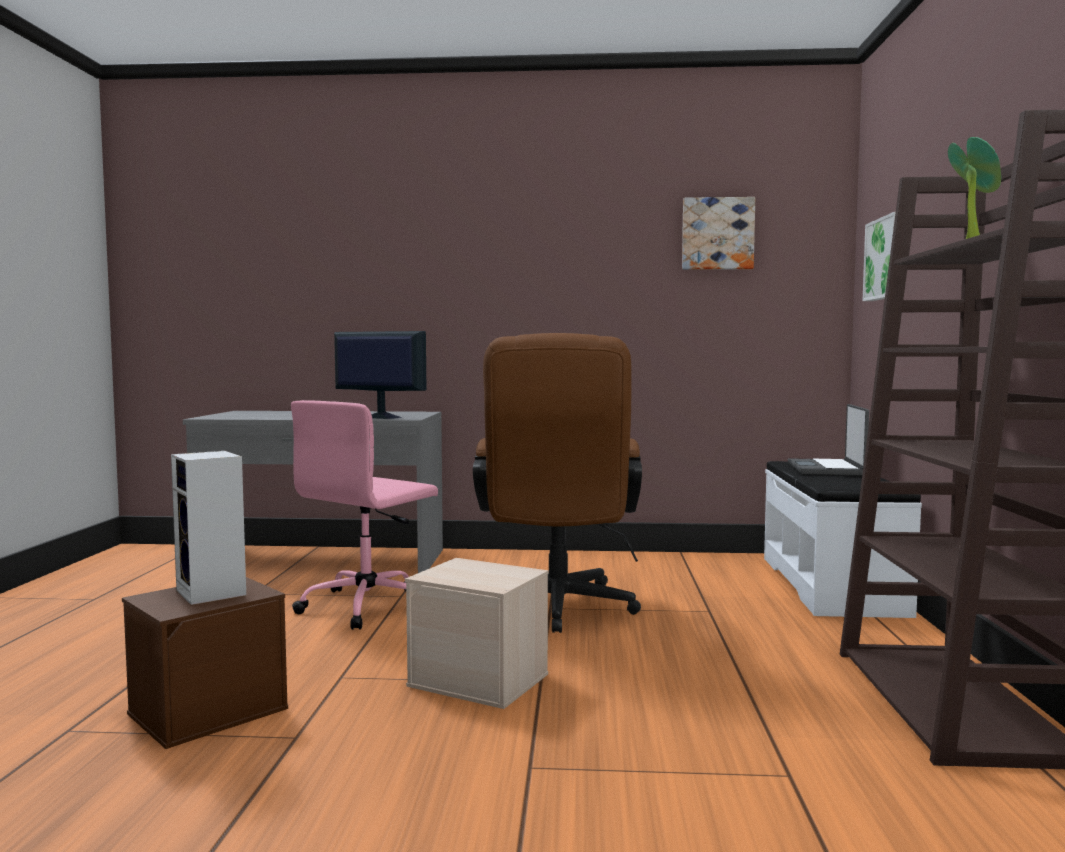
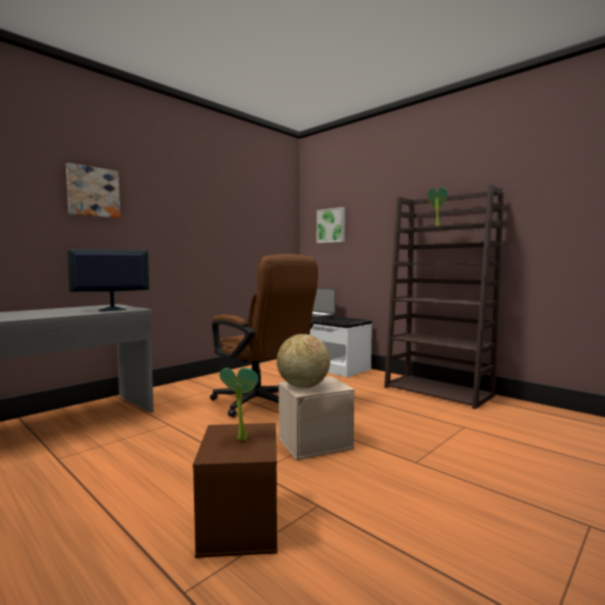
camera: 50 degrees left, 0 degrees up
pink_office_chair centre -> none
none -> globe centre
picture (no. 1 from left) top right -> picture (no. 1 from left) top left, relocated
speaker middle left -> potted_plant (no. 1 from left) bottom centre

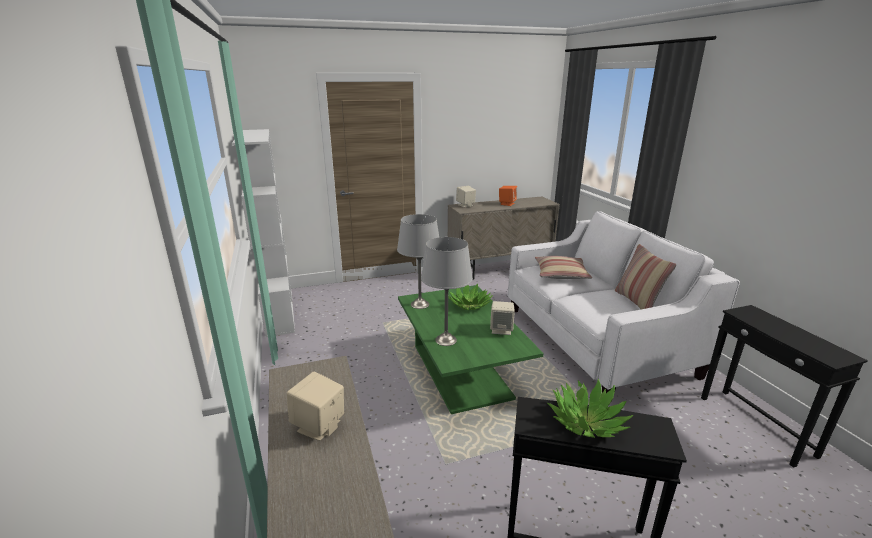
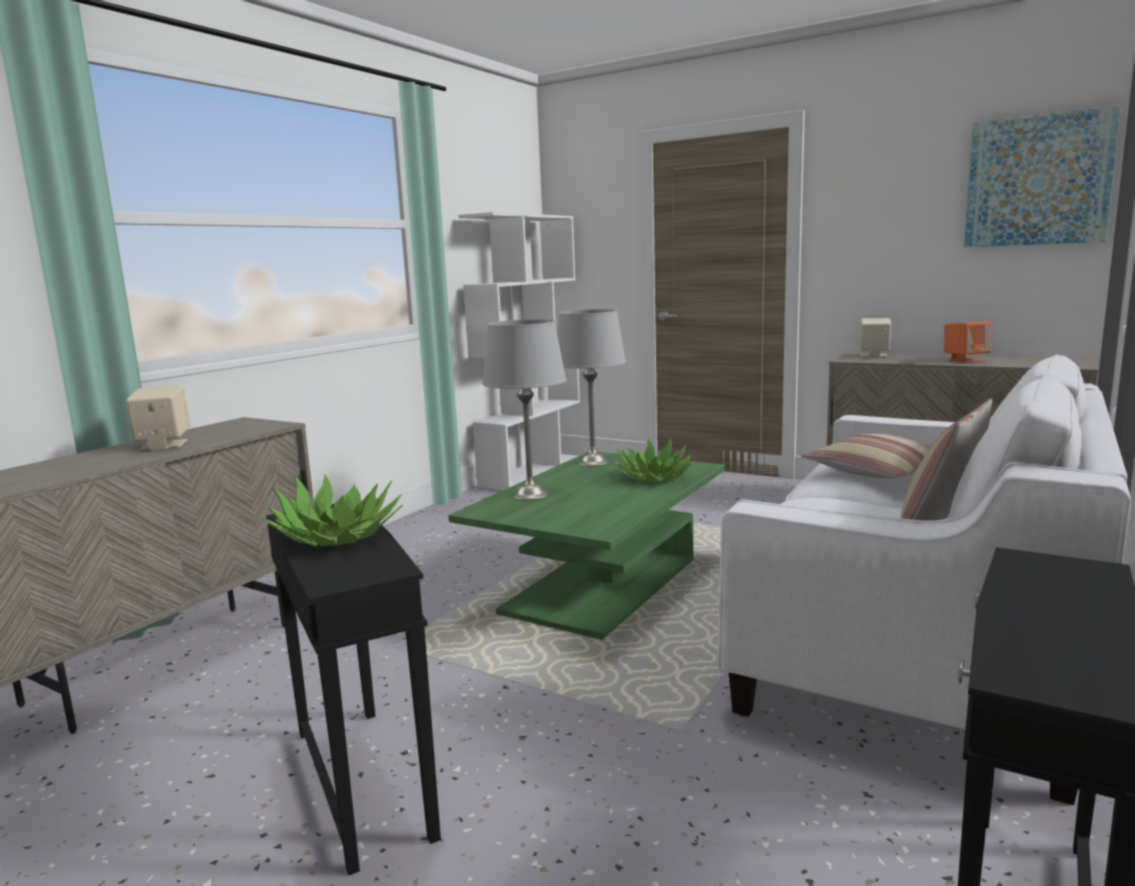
camera: 50 degrees right, 10 degrees down
beige_speaker (no. 3 from left) centre -> none
none -> picture top right

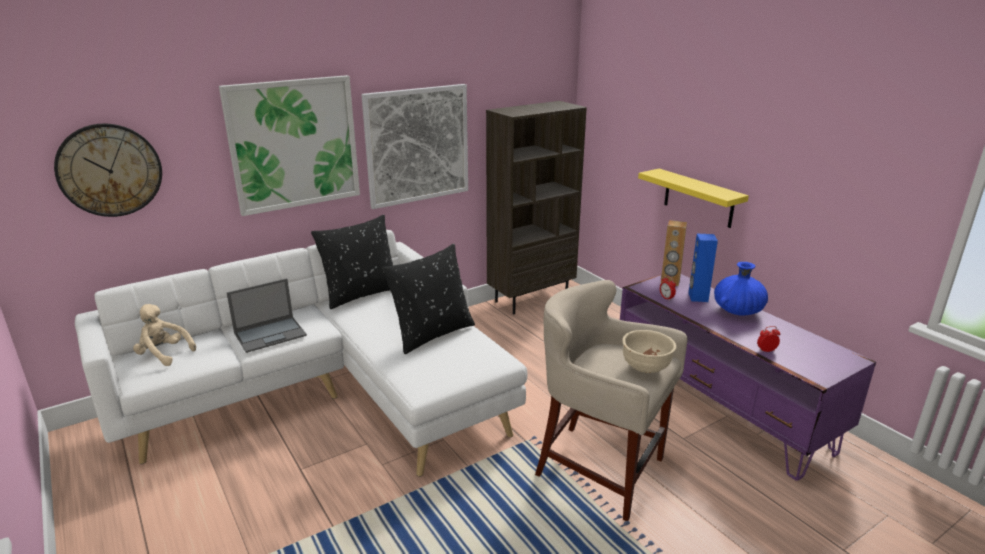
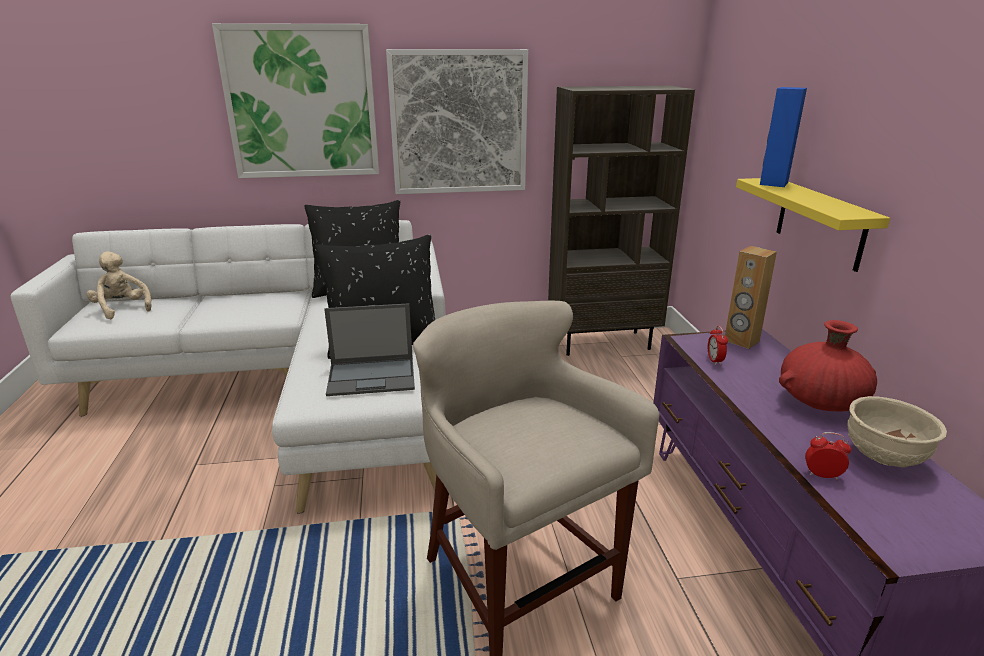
camera: 25 degrees right, 0 degrees up
wall_clock top left -> none
laptop middle left -> laptop centre, relocated
beige_bowl centre -> beige_bowl middle right, relocated
blue_speaker middle right -> blue_speaker top right, relocated
blue_vase middle right -> red_vase middle right

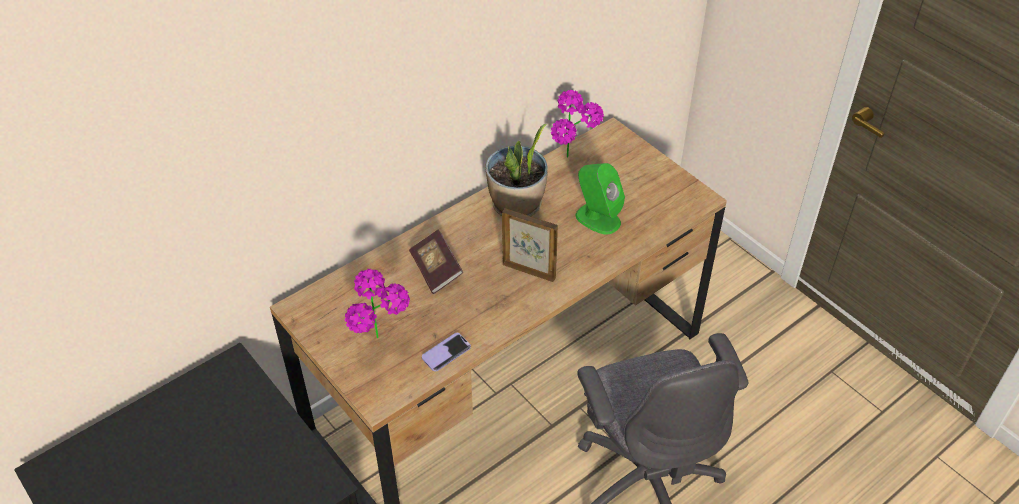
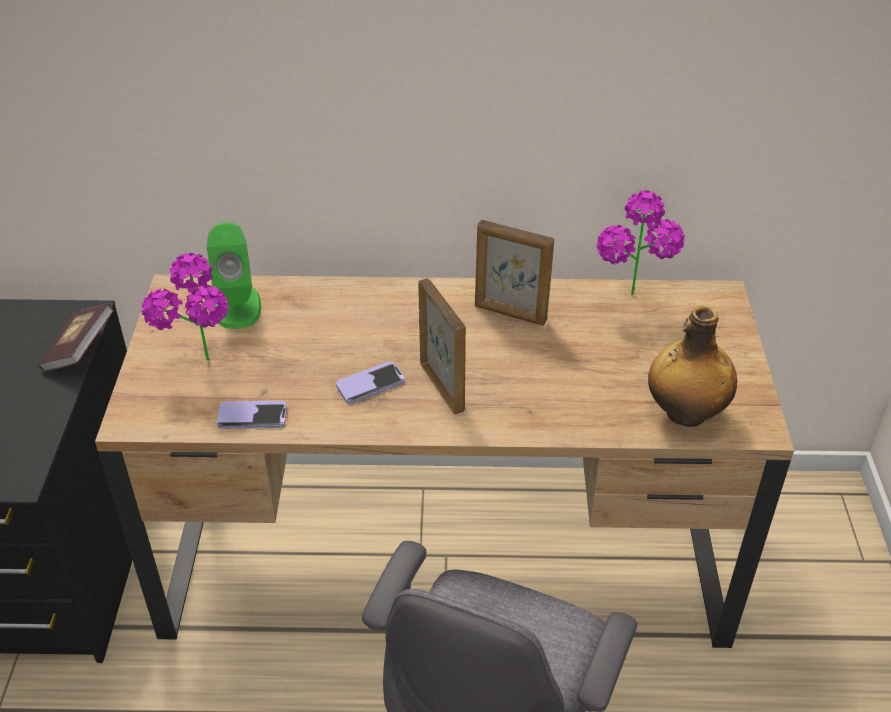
camera: 40 degrees right, 5 degrees down
none -> phone (no. 2 from left) centre
none -> bottle middle right
book centre -> book middle left, relocated
green_speaker centre -> green_speaker middle left, relocated
potted_plant (no. 2 from left) centre -> picture_frame (no. 2 from left) centre

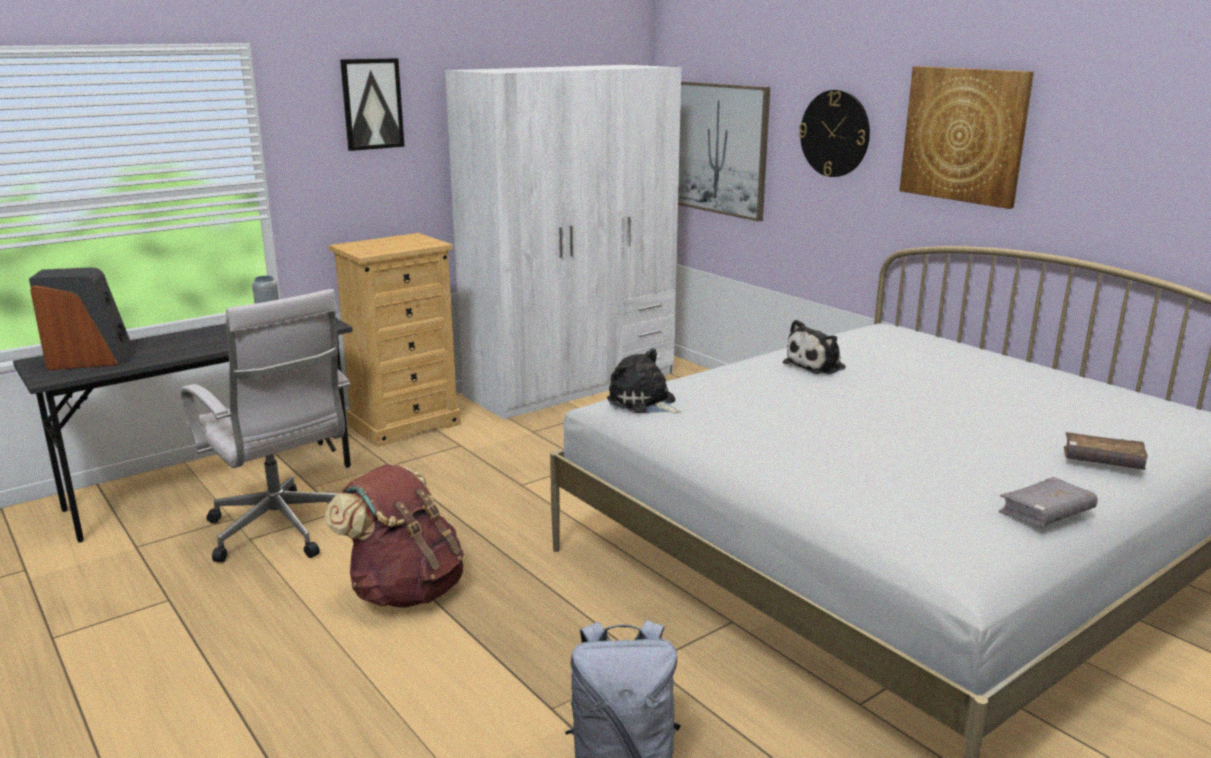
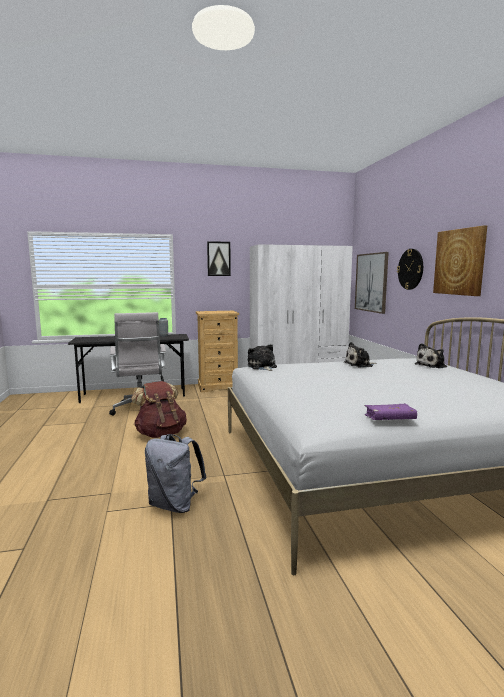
camera: 25 degrees right, 10 degrees down
speaker middle left -> none
brown_book middle right -> none
none -> plush_toy (no. 3 from left) middle right
grey_book middle right -> purple_book middle right

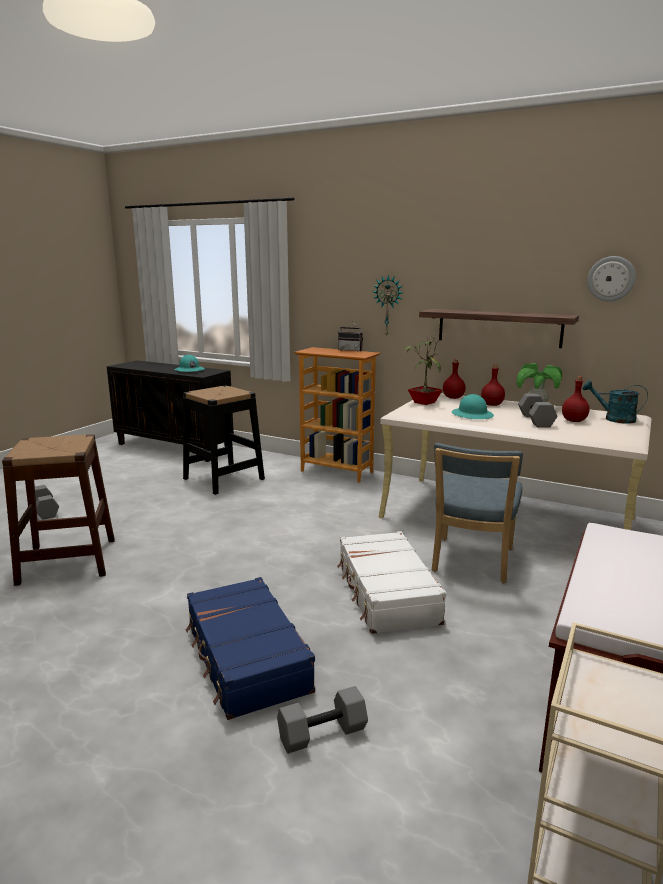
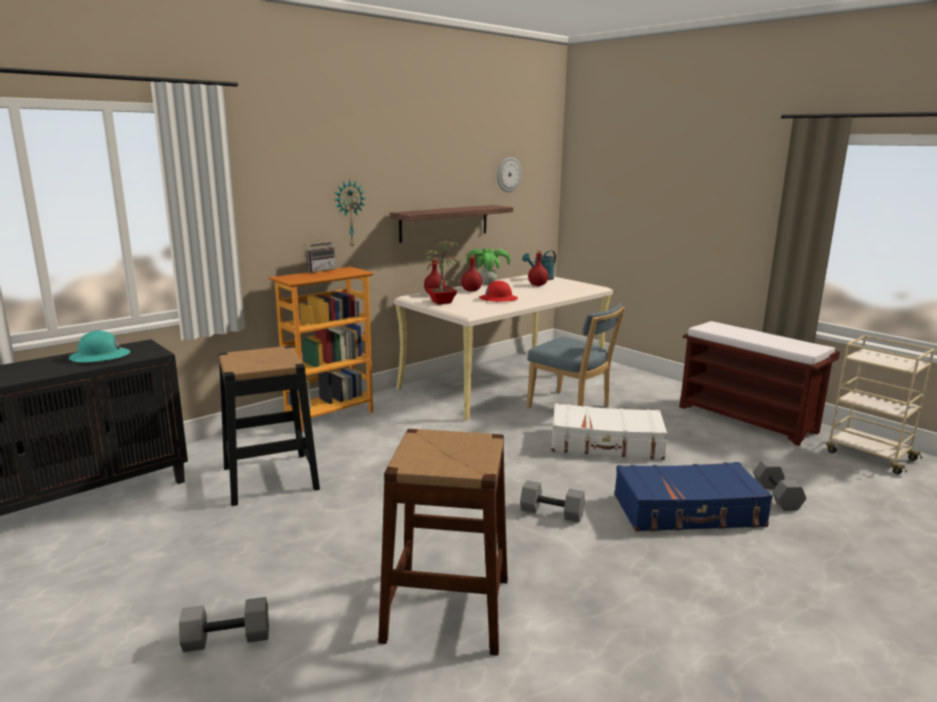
camera: 70 degrees left, 0 degrees up
grey_dumbbell (no. 3 from left in the first image) middle right -> grey_dumbbell (no. 2 from left) bottom centre, relocated
turquoise_hard_hat (no. 2 from left) middle right -> red_hard_hat centre

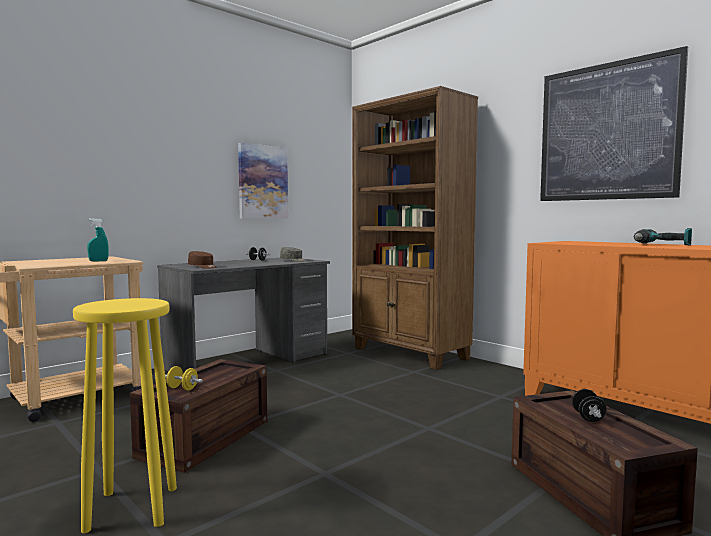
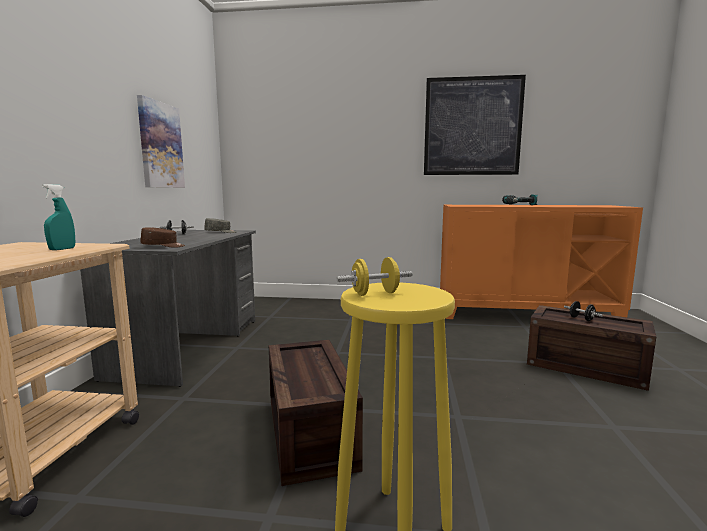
camera: 40 degrees left, 5 degrees up
brown_bookcase centre -> none
yellow_dumbbell bottom left -> yellow_dumbbell centre, relocated

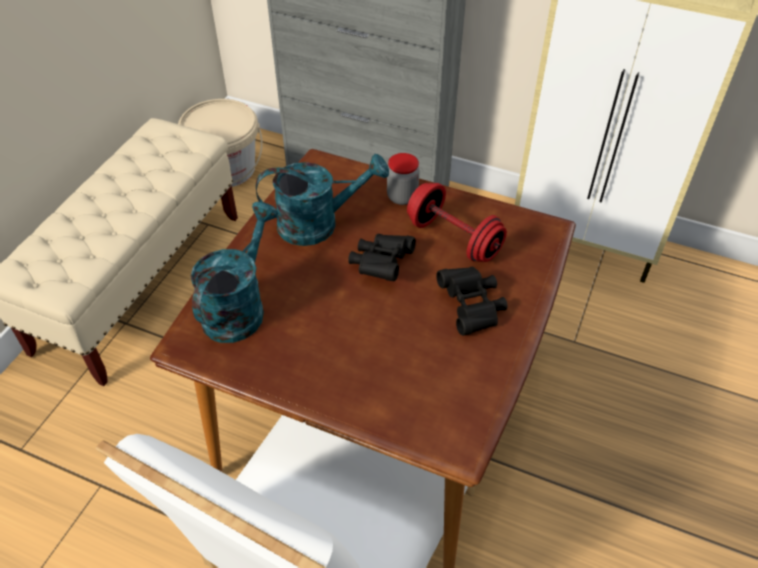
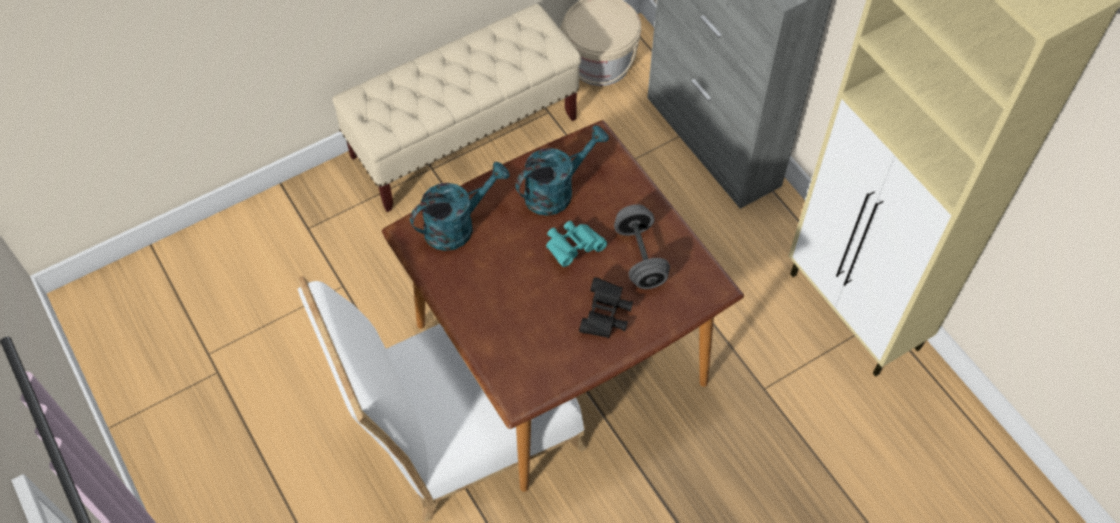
camera: 35 degrees right, 10 degrees up
jar top centre -> none
black_binoculars (no. 1 from left) centre -> turquoise_binoculars centre
red_dumbbell centre -> grey_dumbbell centre
turquoise_watering_can (no. 2 from left) centre -> turquoise_watering_can (no. 2 from left) top centre, 60 degrees counterclockwise

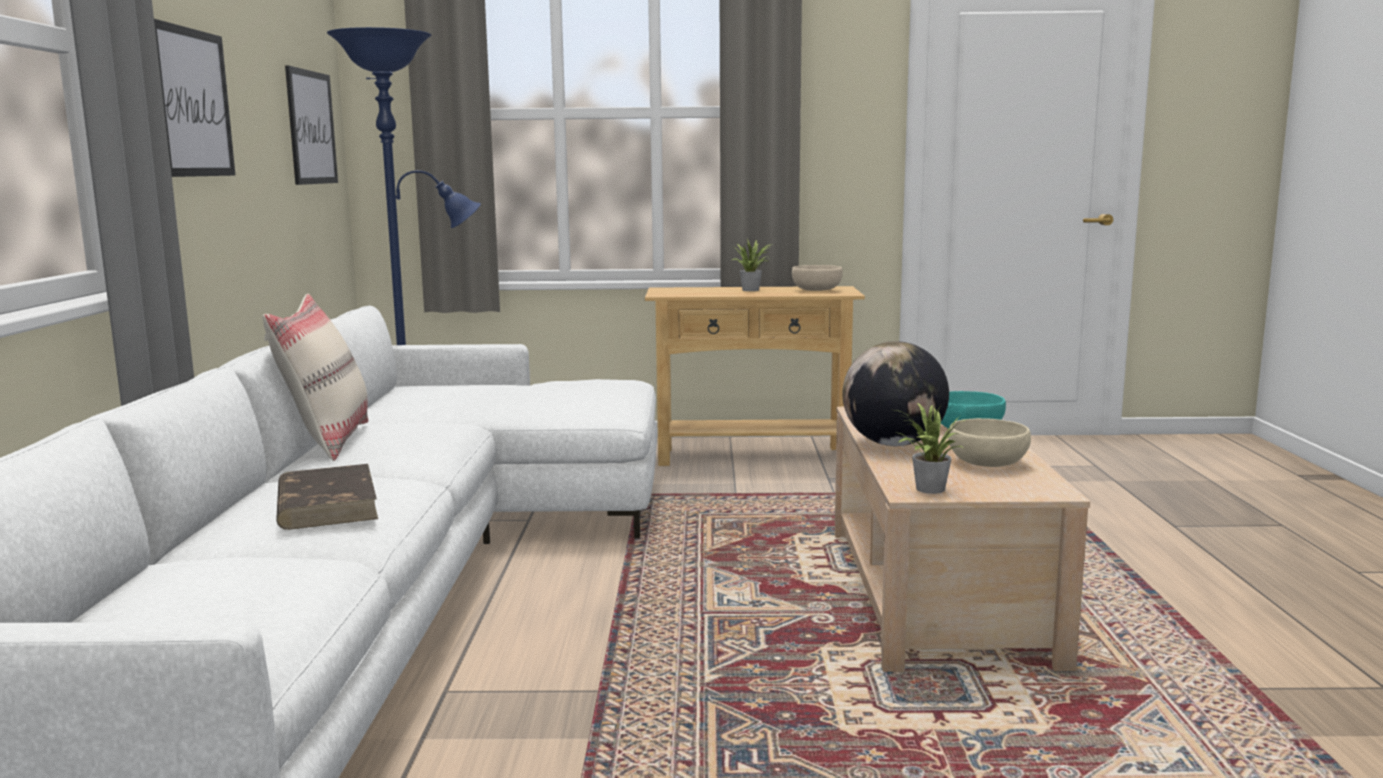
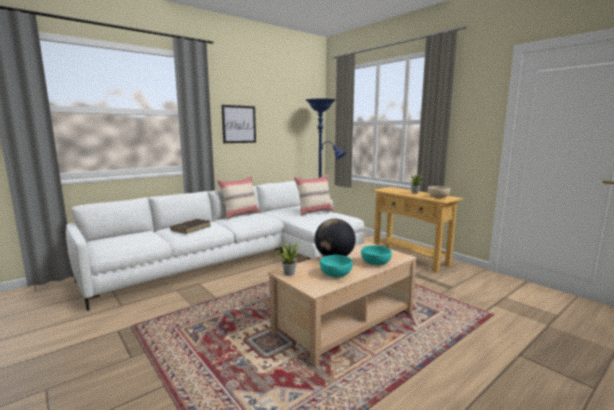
camera: 50 degrees right, 0 degrees up
picture (no. 2 from left) top left -> none
none -> beige_pillow (no. 2 from left) centre
beige_bowl (no. 2 from left) middle right -> turquoise_bowl (no. 1 from left) centre

